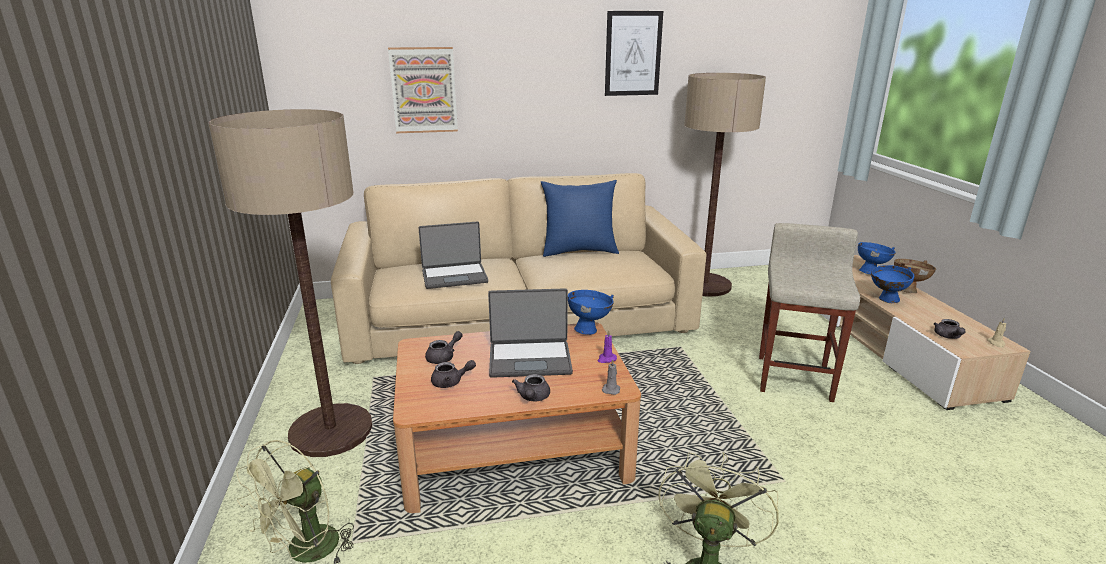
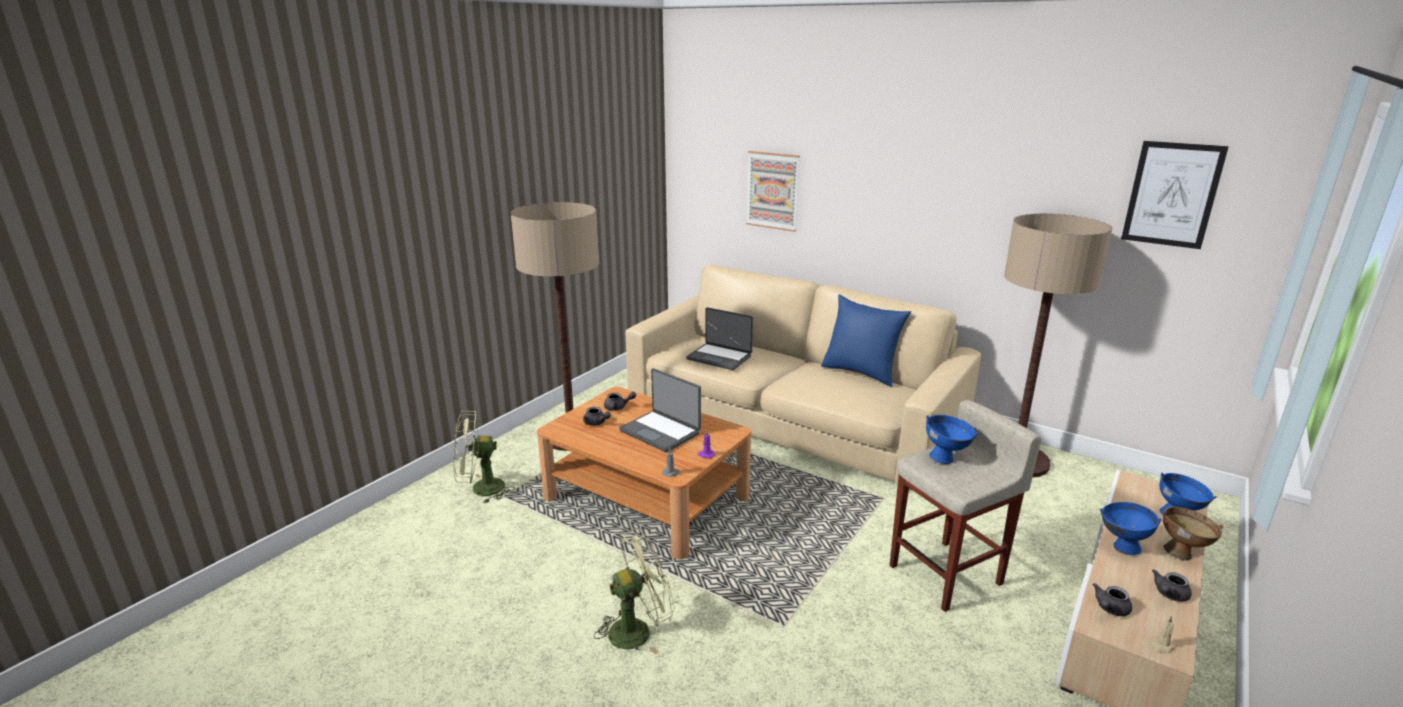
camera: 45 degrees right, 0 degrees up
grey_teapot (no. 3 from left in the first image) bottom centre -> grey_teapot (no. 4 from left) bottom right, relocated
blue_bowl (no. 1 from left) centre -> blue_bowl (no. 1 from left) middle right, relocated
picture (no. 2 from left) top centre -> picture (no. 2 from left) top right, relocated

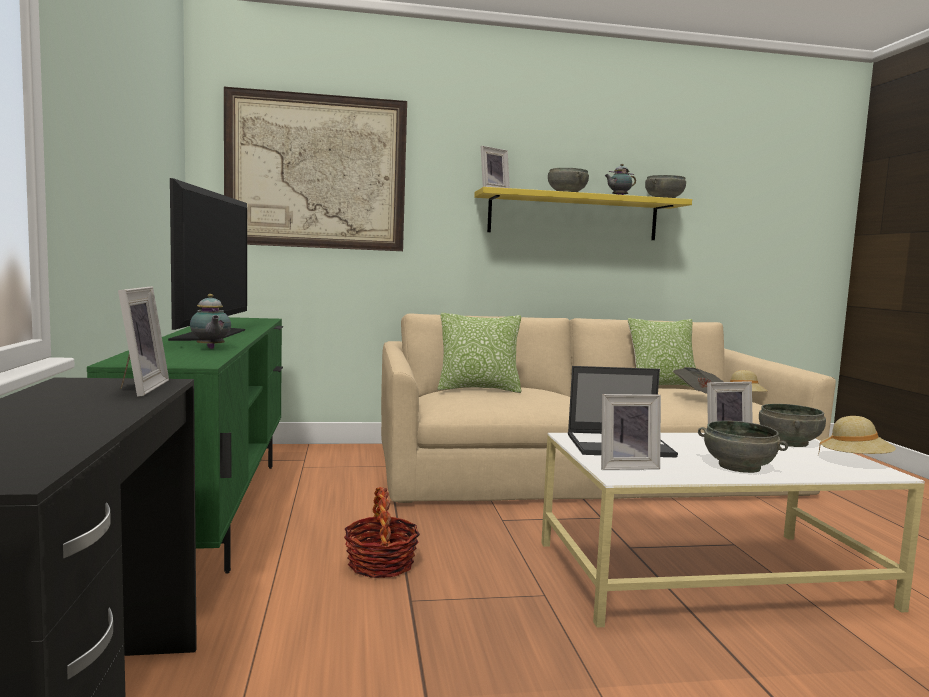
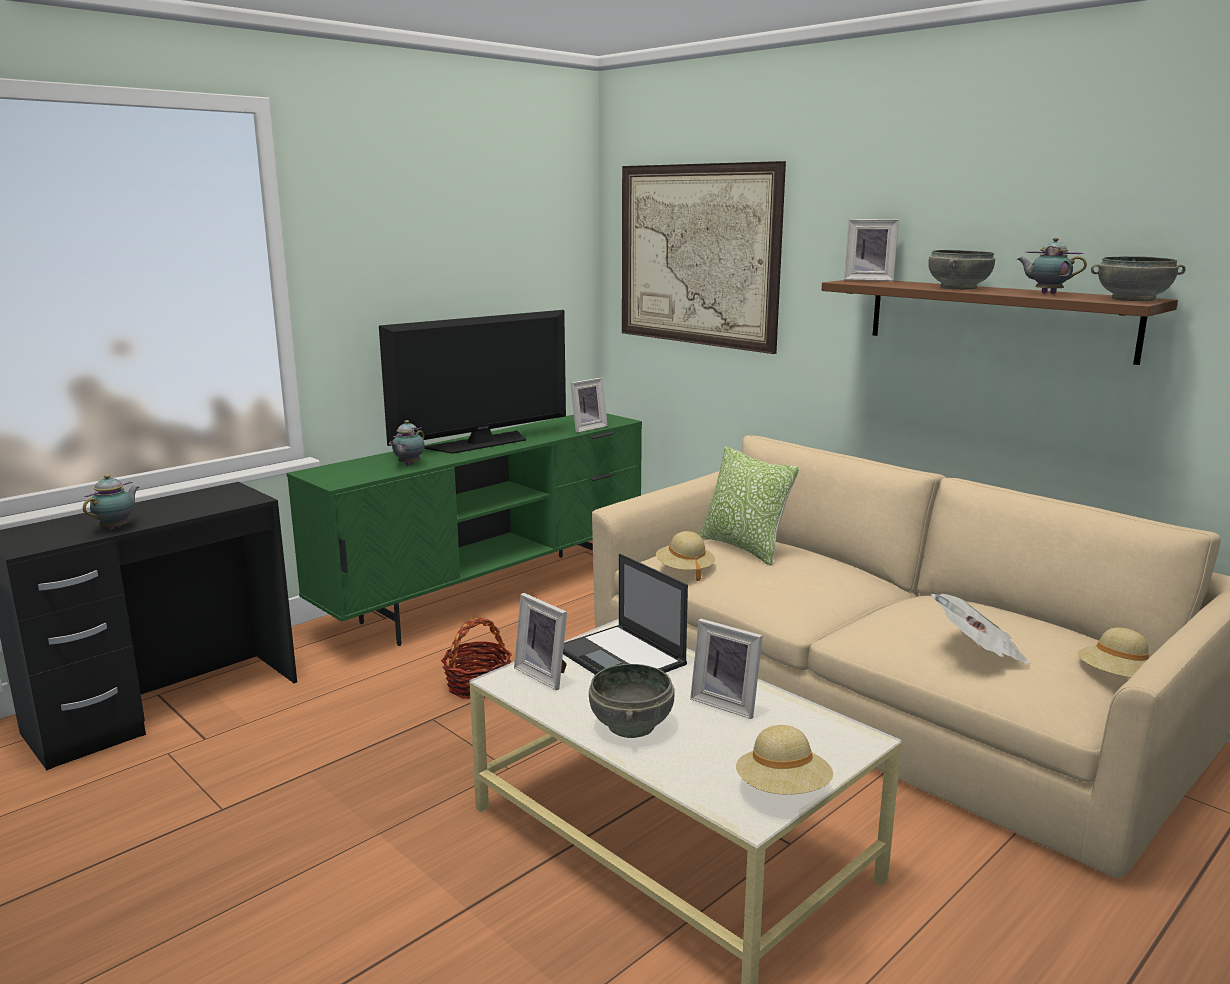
camera: 55 degrees right, 10 degrees up
pillow (no. 2 from left) middle right -> none
grey_bowl (no. 4 from left) middle right -> none
none -> teapot (no. 1 from left) middle left
none -> beige_hat (no. 1 from left) centre
picture_frame (no. 1 from left in the first image) middle left -> picture_frame (no. 2 from left) centre, relocated
yellow_shelf top centre -> brown_shelf top right

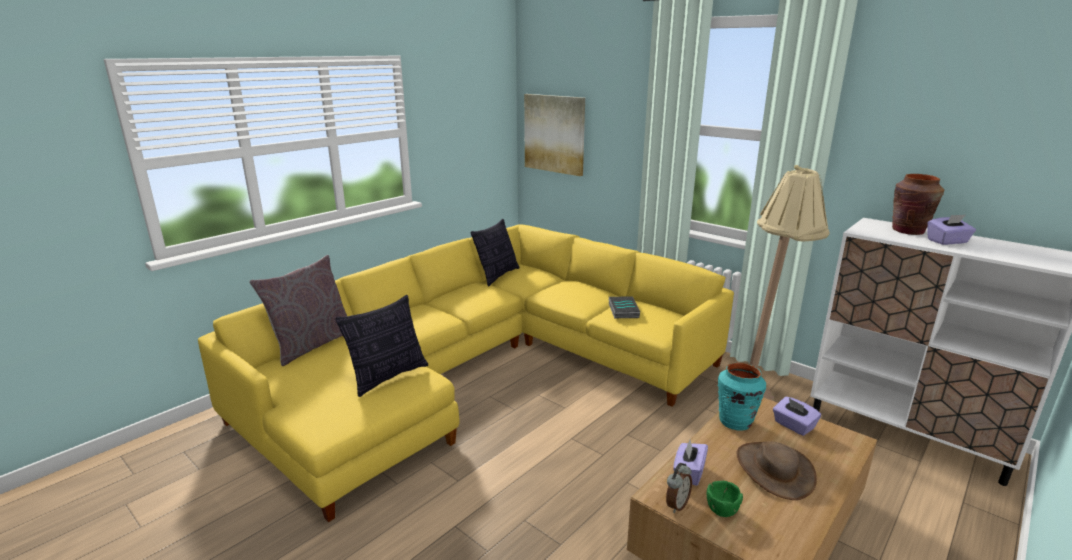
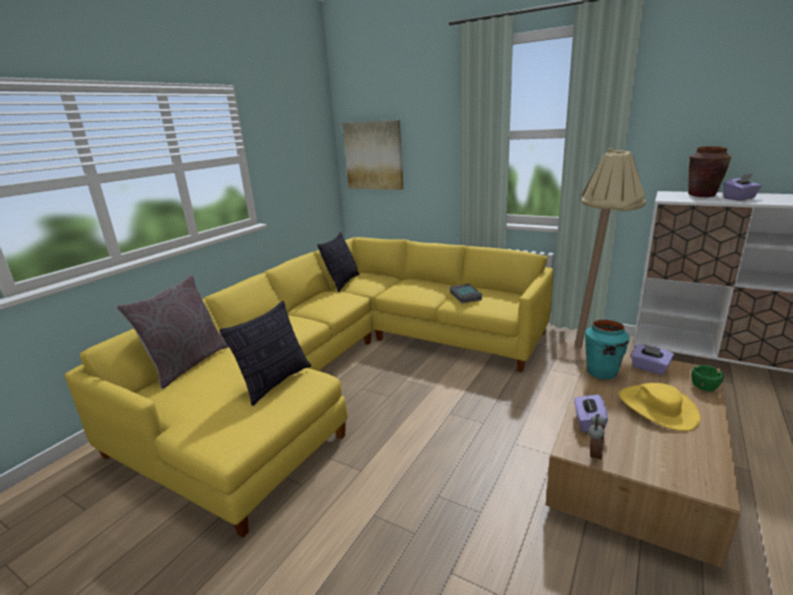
camera: 10 degrees left, 0 degrees up
green_bowl bottom right -> green_bowl middle right, relocated
brown_hat bottom right -> yellow_hat bottom right

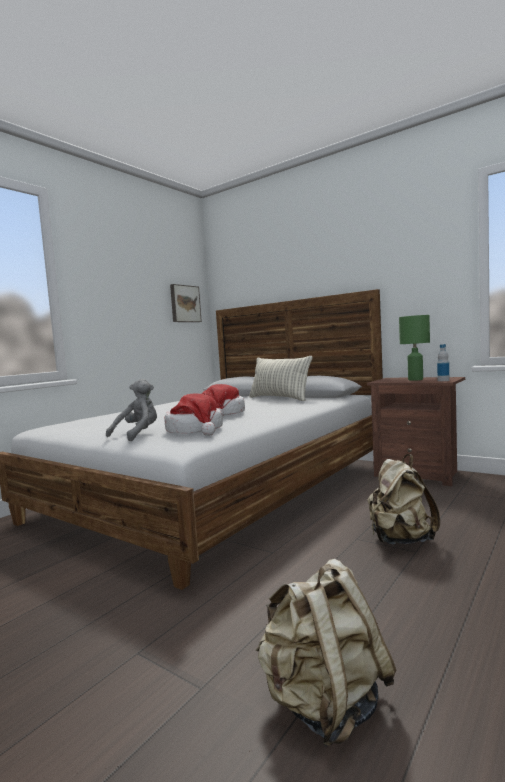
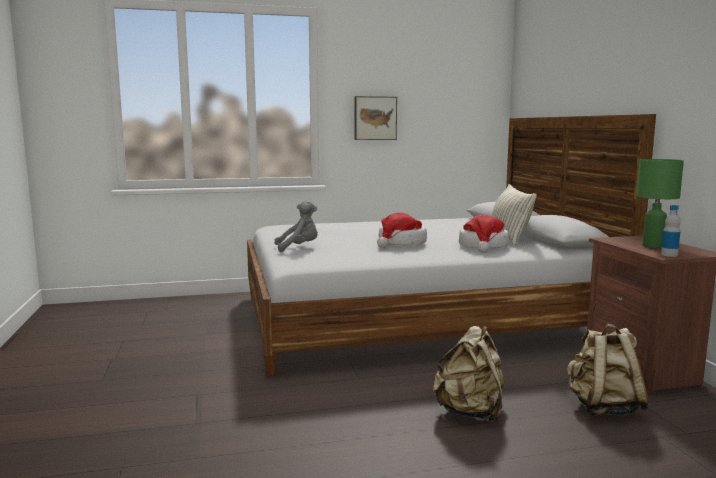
camera: 40 degrees right, 5 degrees up
hat (no. 1 from left in the first image) centre -> hat (no. 2 from left) middle right, relocated
picture centre -> picture top centre, relocated
beige_backpack (no. 1 from left in the first image) bottom centre -> beige_backpack (no. 2 from left) bottom right, relocated

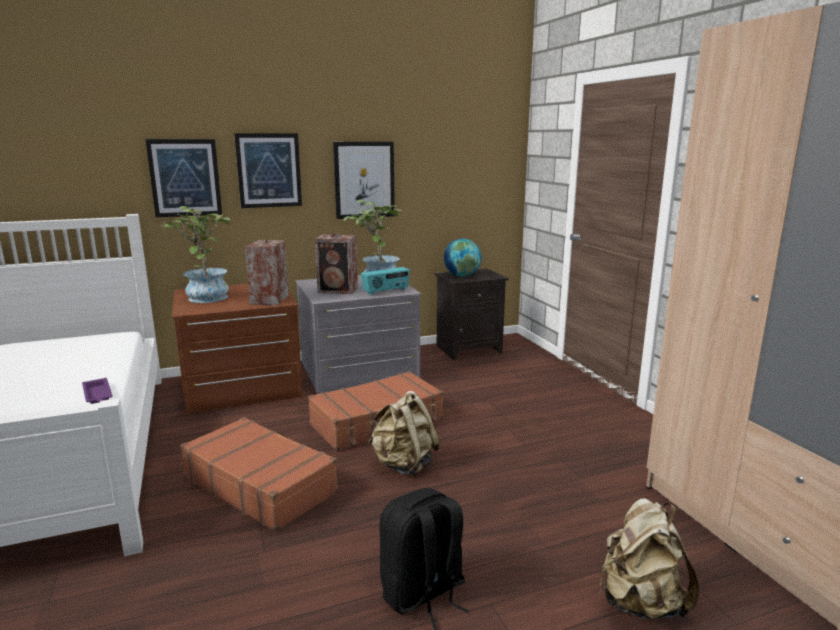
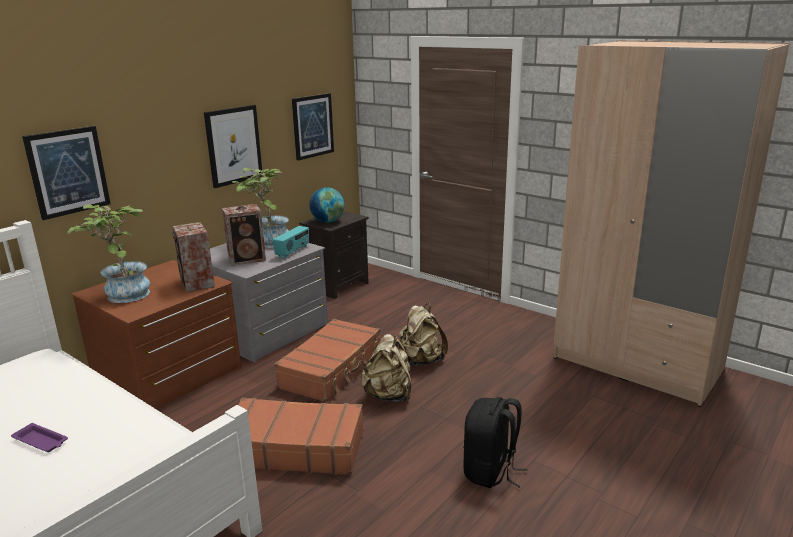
camera: 30 degrees left, 5 degrees up
purple_tray middle left -> purple_tray bottom left, relocated
picture (no. 2 from left in the first image) top left -> picture (no. 3 from left) top centre, relocated
beige_backpack (no. 2 from left) bottom right -> beige_backpack (no. 2 from left) centre, relocated

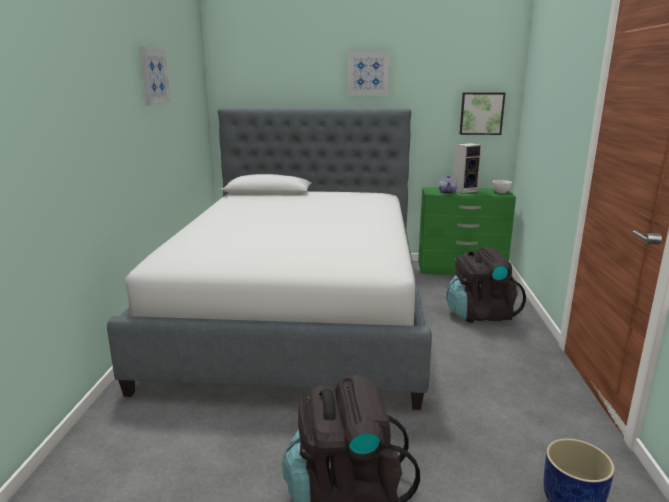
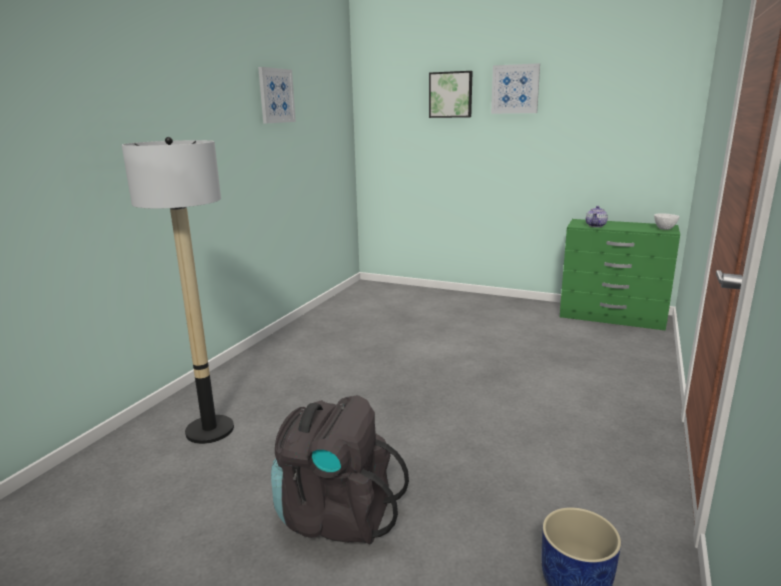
camera: 20 degrees right, 0 degrees up
bed centre -> none
black_backpack (no. 2 from left) middle right -> none
speaker middle right -> none
none -> floor_lamp middle left
picture (no. 3 from left in the first image) top right -> picture (no. 2 from left) top centre, relocated

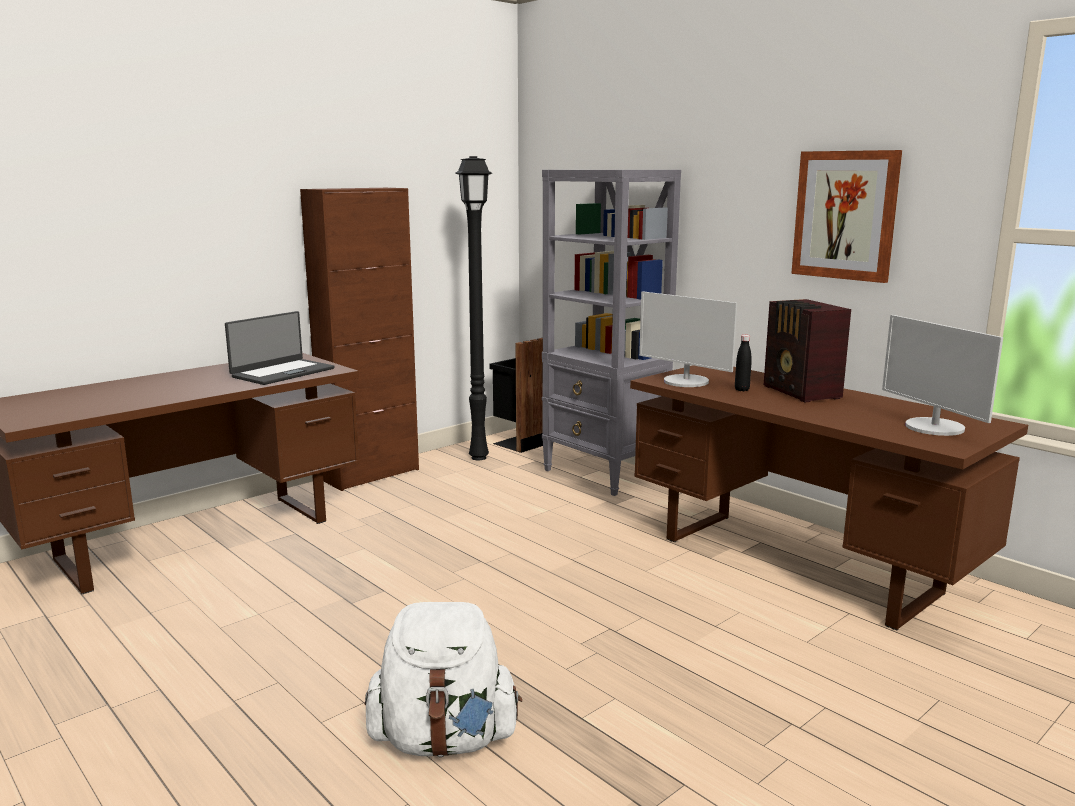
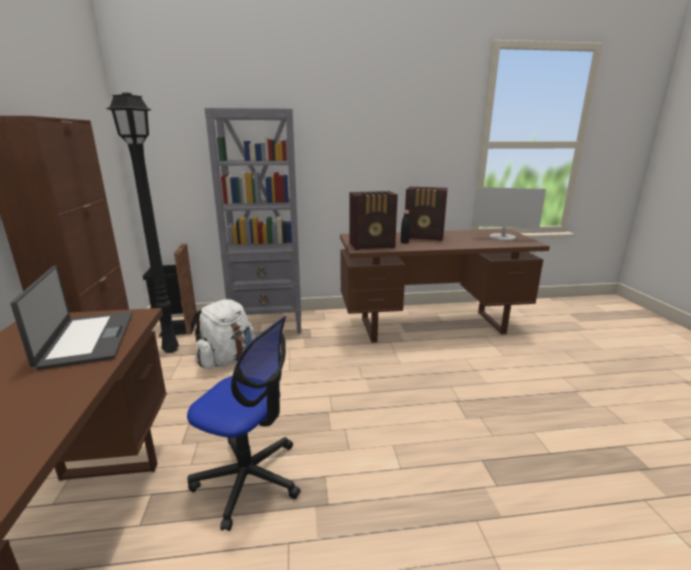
camera: 55 degrees left, 5 degrees up
picture top right -> none
none -> office_chair bottom centre
white_backpack bottom centre -> white_backpack middle left, relocated
monitor (no. 1 from left) centre -> radio (no. 1 from left) centre

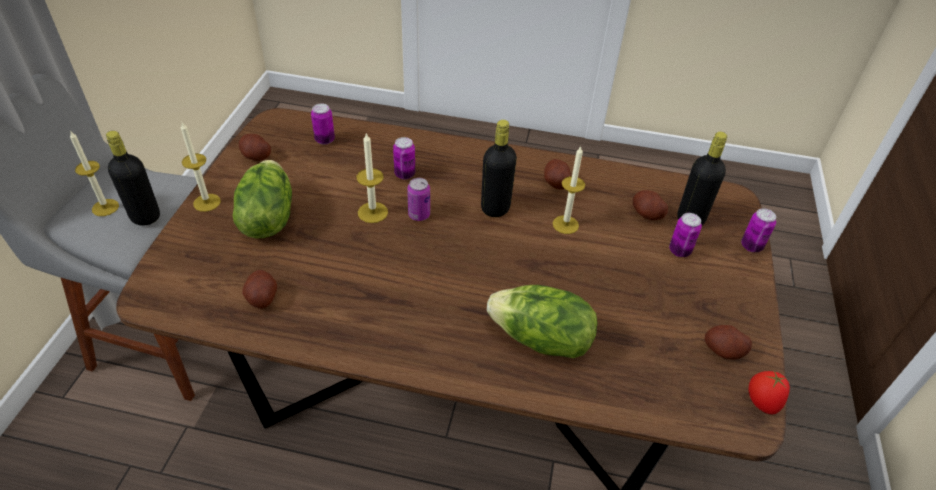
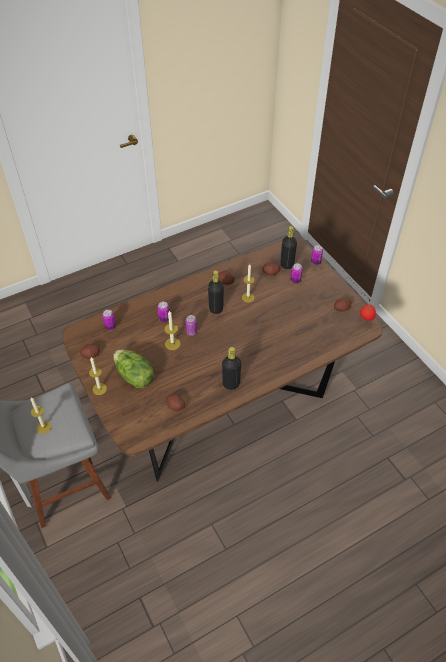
camera: 40 degrees left, 5 degrees up
lettuce (no. 2 from left) centre -> none
black_bottle (no. 1 from left in the first image) middle left -> black_bottle (no. 2 from left) centre, relocated

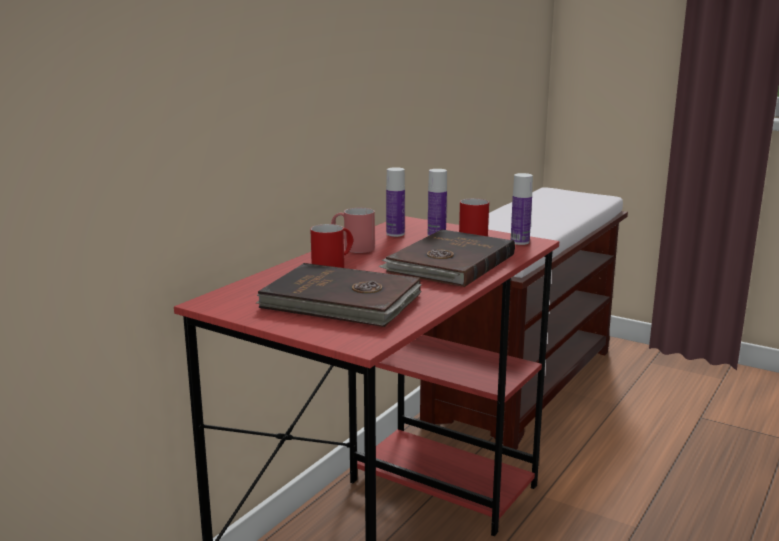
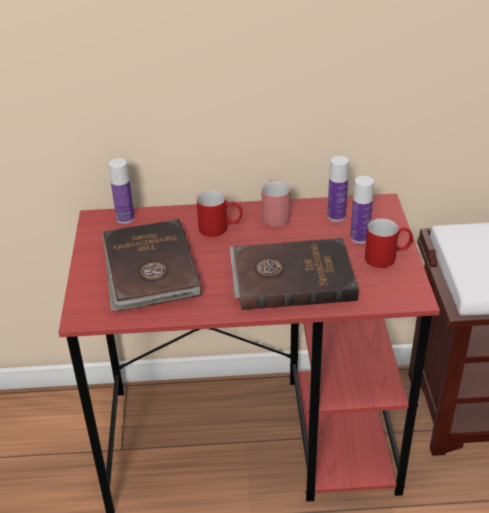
camera: 55 degrees right, 20 degrees up
bottle (no. 3 from left in the first image) middle right -> bottle (no. 1 from left) middle left, relocated

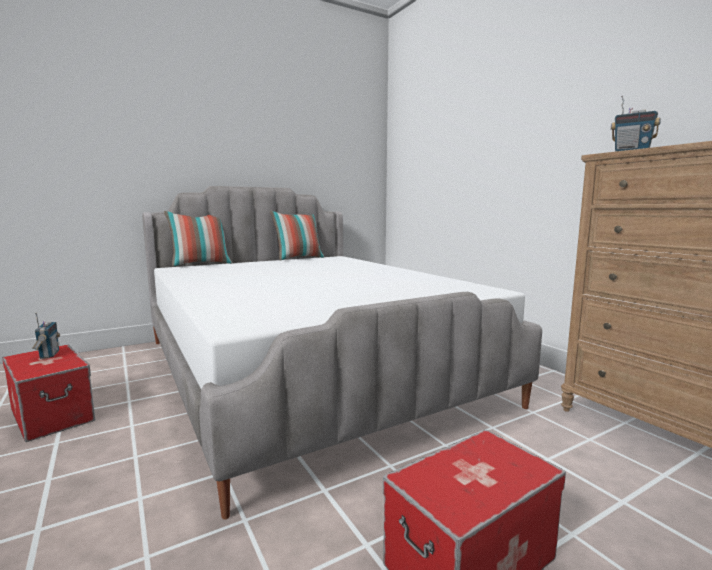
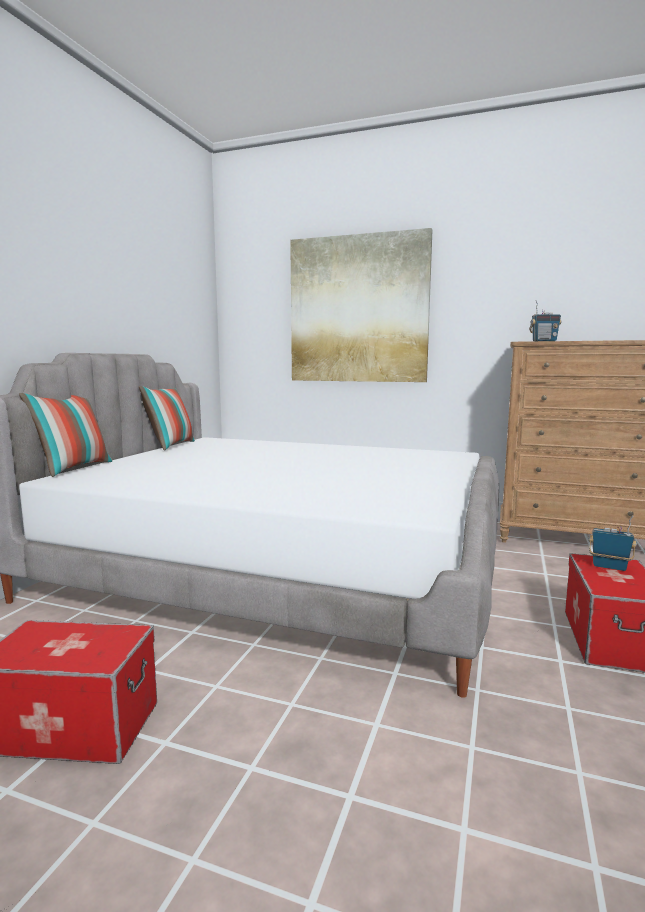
camera: 40 degrees left, 0 degrees up
none -> picture centre
radio (no. 1 from left in the first image) middle left -> radio (no. 2 from left) middle right, relocated

